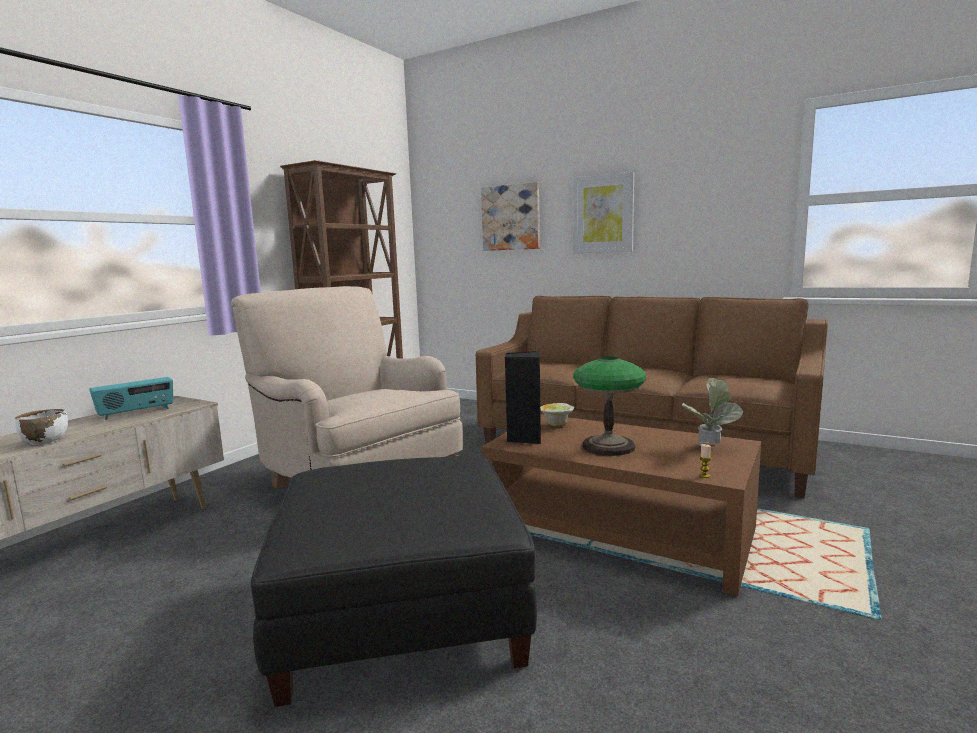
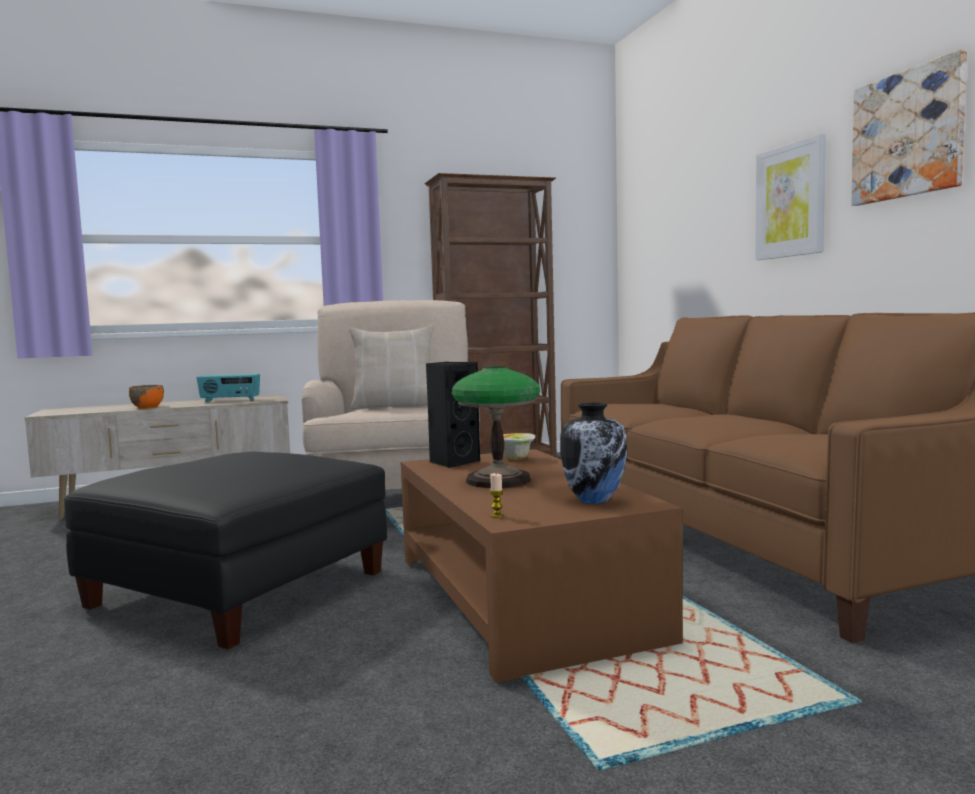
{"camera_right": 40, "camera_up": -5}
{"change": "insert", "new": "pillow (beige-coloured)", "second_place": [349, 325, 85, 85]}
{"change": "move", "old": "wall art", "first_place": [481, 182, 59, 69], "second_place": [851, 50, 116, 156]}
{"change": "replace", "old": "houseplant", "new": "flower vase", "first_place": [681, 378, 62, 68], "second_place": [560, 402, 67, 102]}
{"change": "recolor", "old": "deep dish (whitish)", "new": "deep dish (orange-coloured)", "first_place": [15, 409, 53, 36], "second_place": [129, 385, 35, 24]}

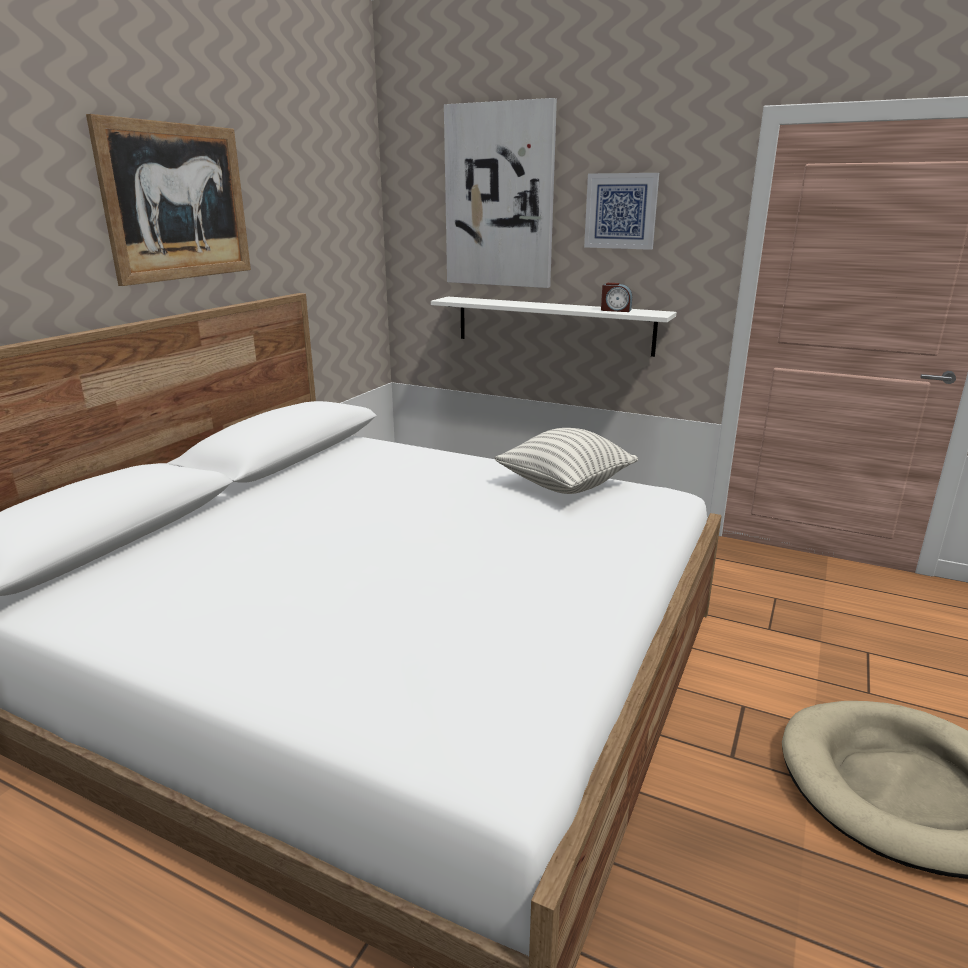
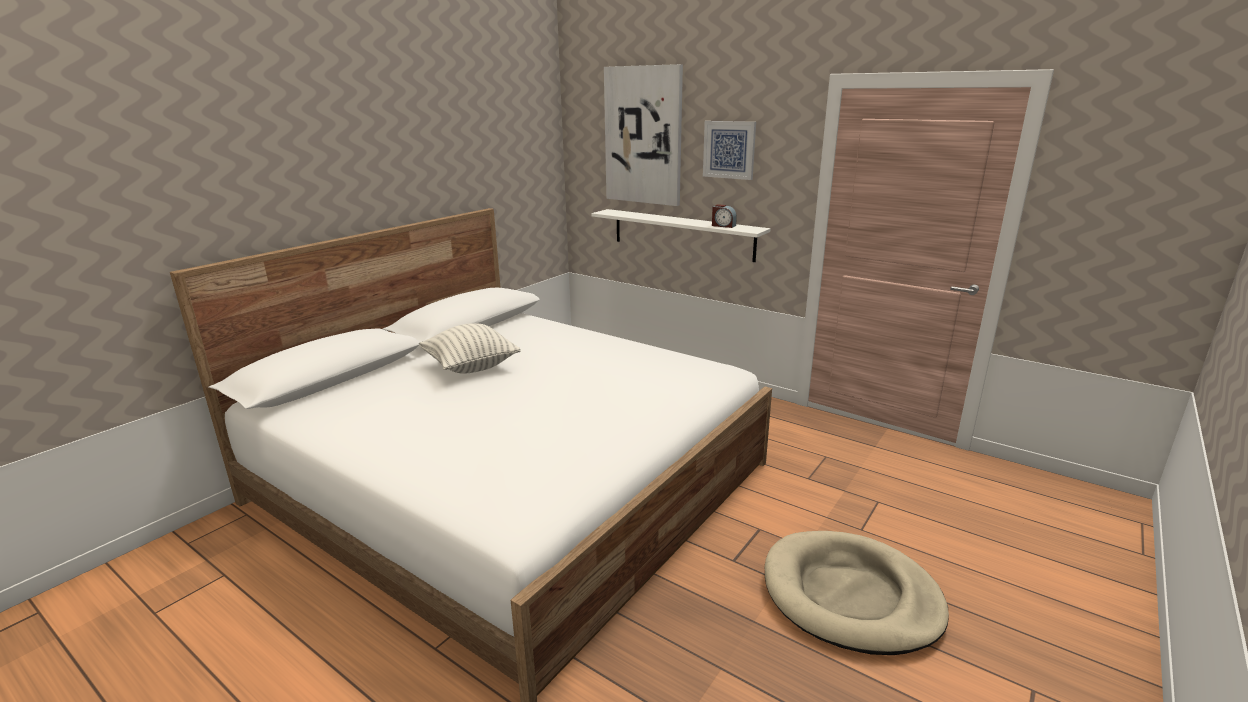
{"camera_right": 10, "camera_up": 0}
{"change": "delete", "old": "wall art", "first_place": [86, 114, 165, 172]}
{"change": "move", "old": "pillow", "first_place": [495, 428, 143, 66], "second_place": [419, 323, 102, 51]}

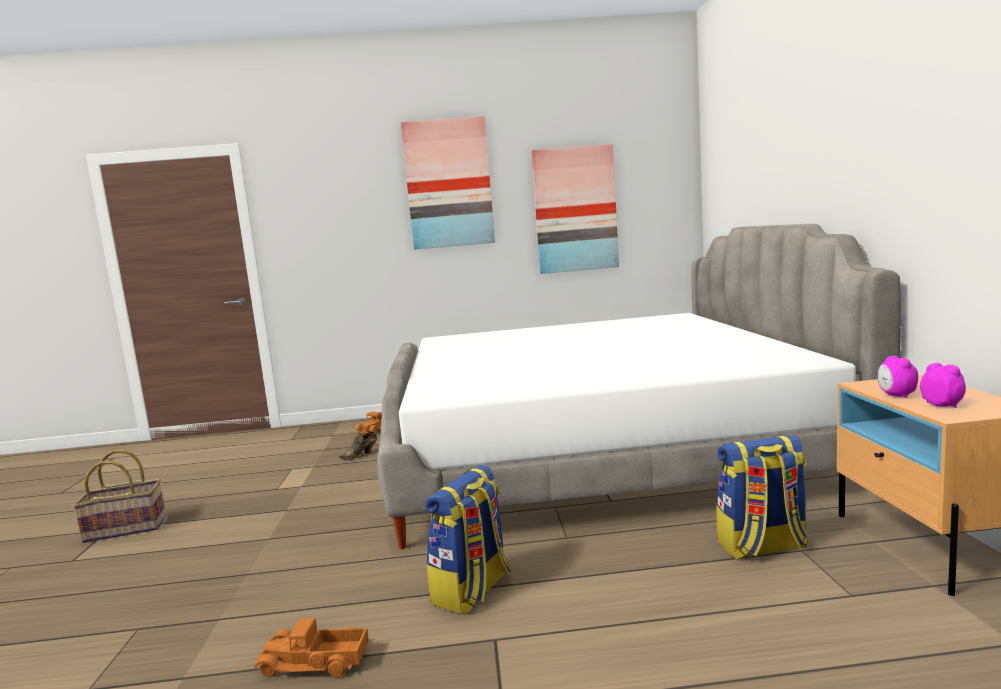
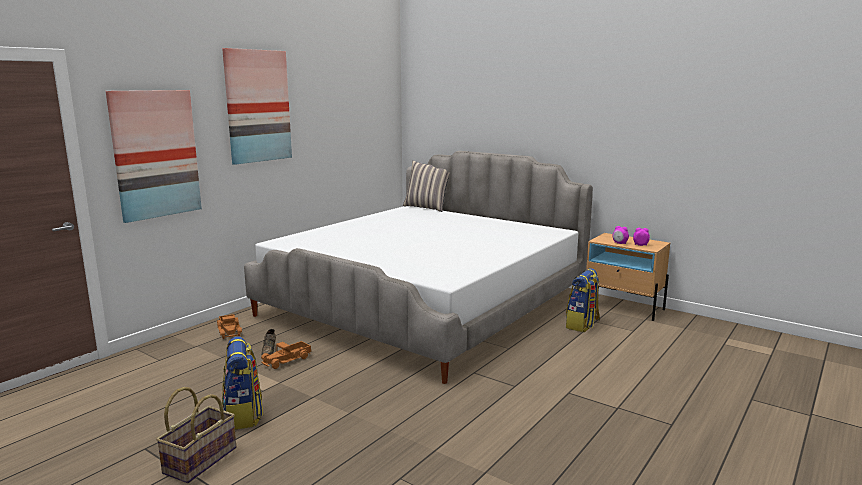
{"camera_right": -50, "camera_up": 5}
{"change": "insert", "new": "pillow", "second_place": [403, 161, 47, 51]}
{"change": "move", "old": "model truck", "first_place": [255, 618, 114, 59], "second_place": [261, 341, 50, 28]}
{"change": "move", "old": "rucksack", "first_place": [425, 465, 85, 149], "second_place": [222, 337, 41, 93]}
{"change": "move", "old": "wall art", "first_place": [531, 144, 88, 130], "second_place": [106, 90, 96, 133]}

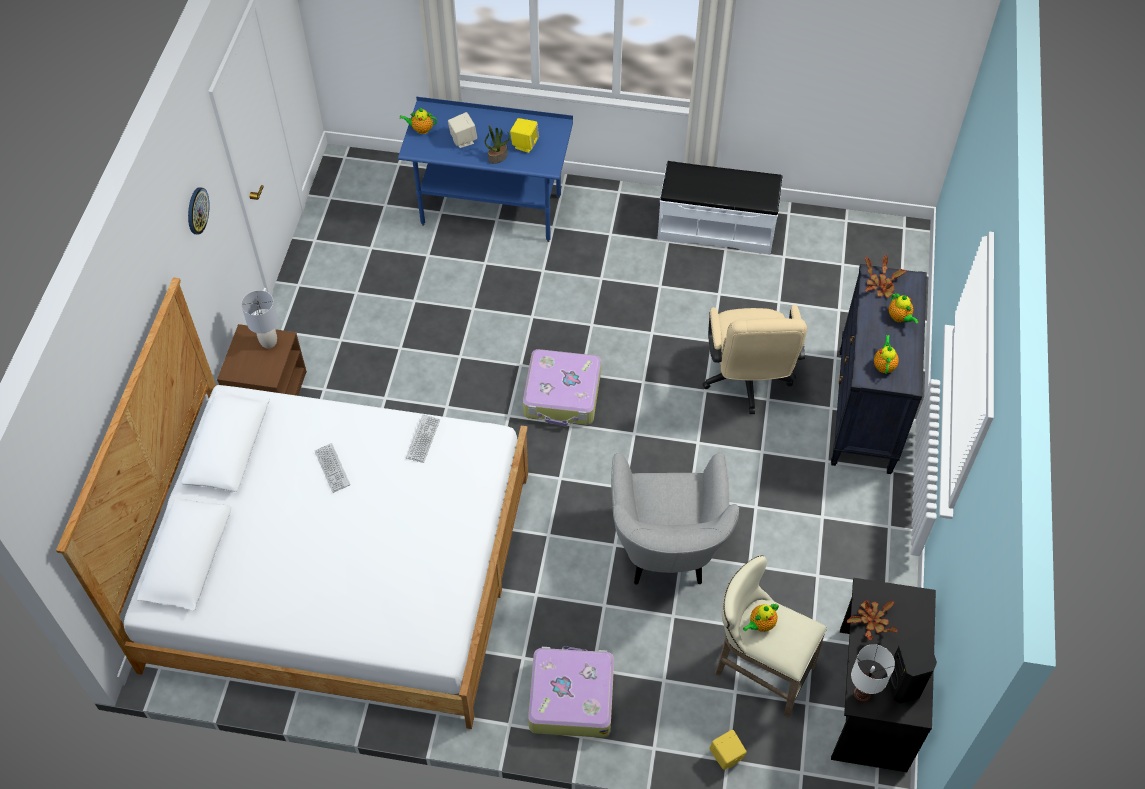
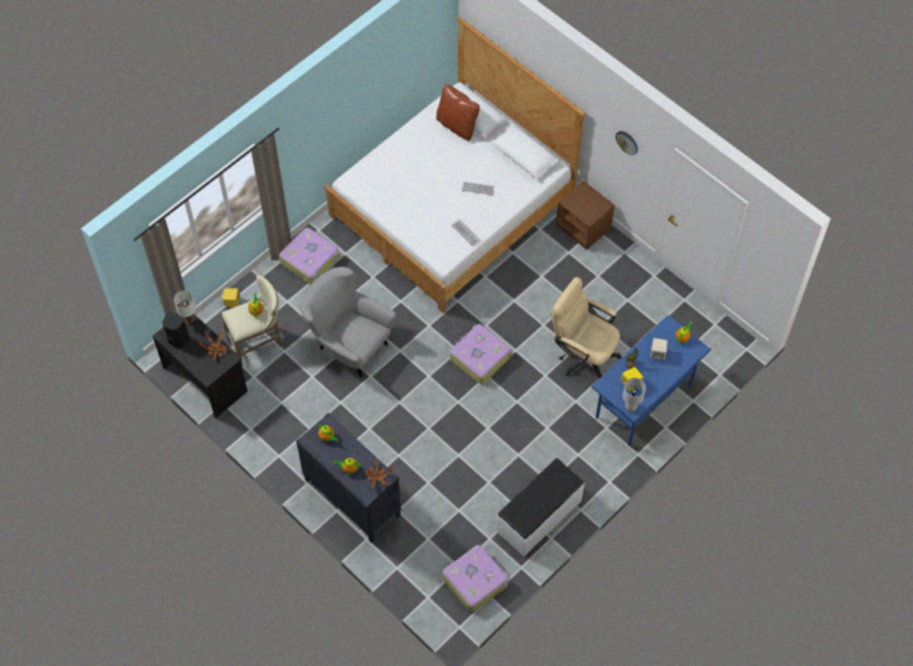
{"camera_right": 125, "camera_up": 5}
{"change": "insert", "new": "pillow (brownish)", "second_place": [436, 84, 44, 57]}
{"change": "insert", "new": "travel case", "second_place": [443, 545, 65, 67]}
{"change": "move", "old": "tabletop lamp (gray)", "first_place": [241, 290, 38, 59], "second_place": [623, 378, 23, 34]}
{"change": "move", "old": "office chair (beige-coloured)", "first_place": [702, 305, 105, 109], "second_place": [551, 277, 71, 101]}

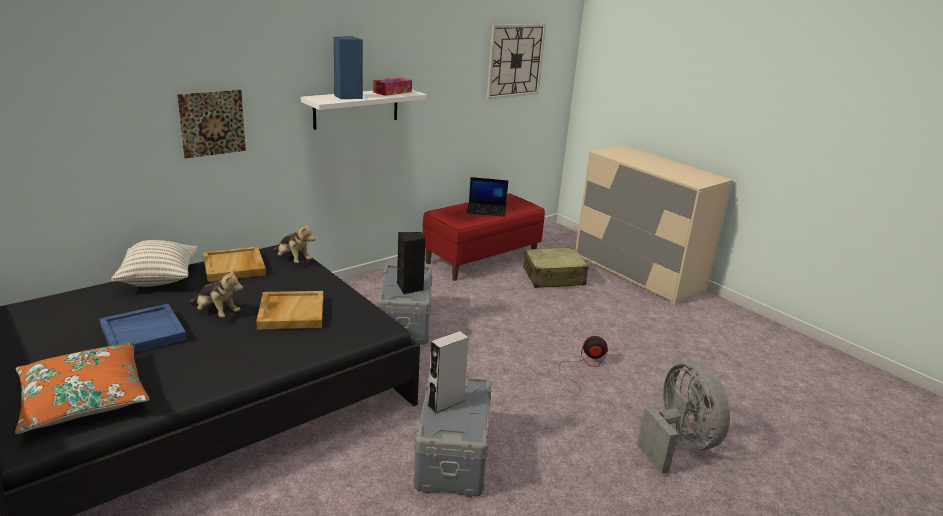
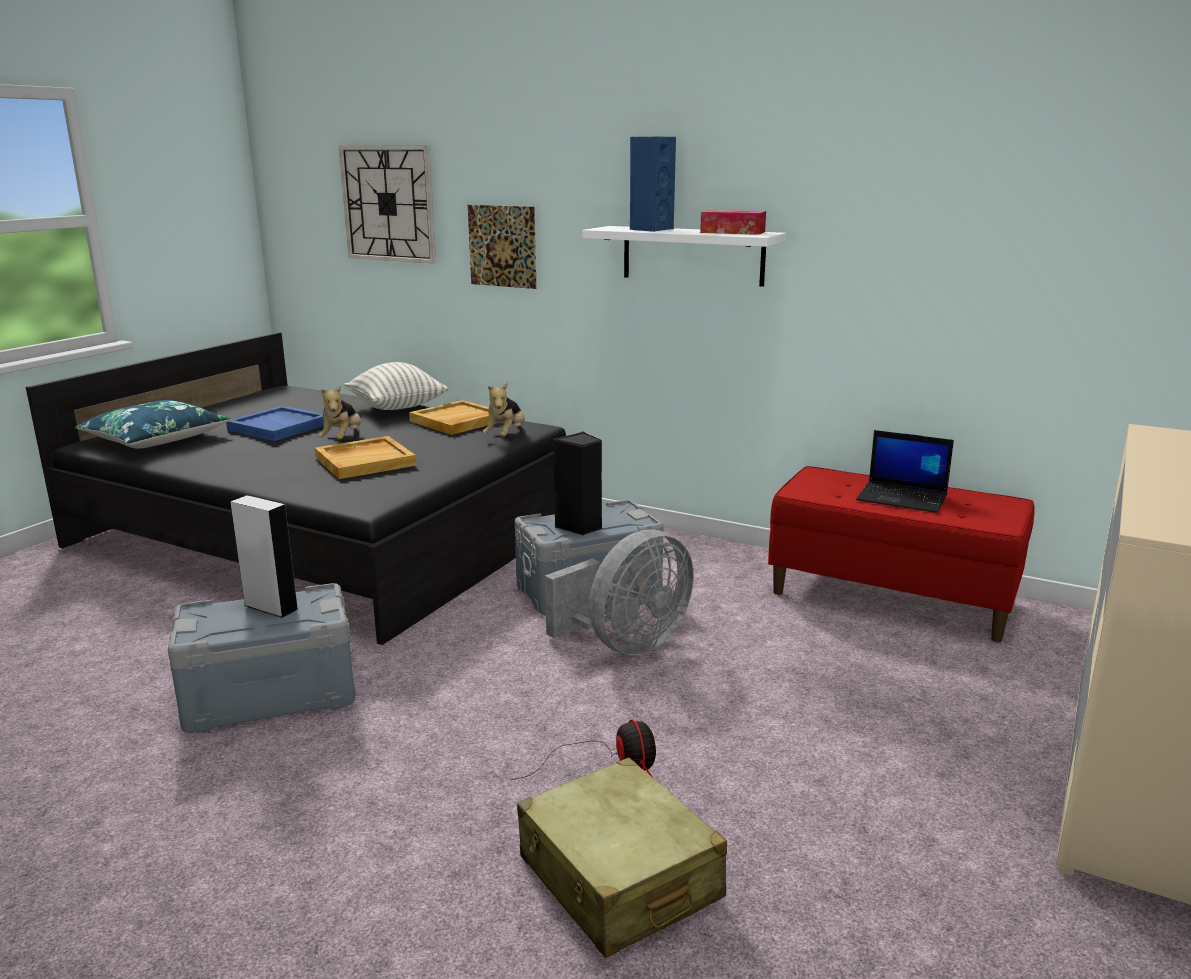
{"camera_right": 70, "camera_up": -5}
{"change": "move", "old": "wall clock", "first_place": [486, 24, 60, 75], "second_place": [339, 145, 97, 118]}
{"change": "move", "old": "travel case (beige-coloured)", "first_place": [523, 247, 65, 41], "second_place": [517, 757, 210, 201]}
{"change": "move", "old": "fan (gray)", "first_place": [637, 361, 93, 113], "second_place": [545, 530, 149, 125]}
{"change": "recolor", "old": "pillow (orange-coloured)", "new": "pillow (bluish)", "first_place": [15, 342, 134, 92], "second_place": [75, 400, 156, 49]}
{"change": "rotate", "old": "portable computer", "first_place": [467, 177, 41, 40], "second_place": [856, 430, 98, 83], "degrees": -45}

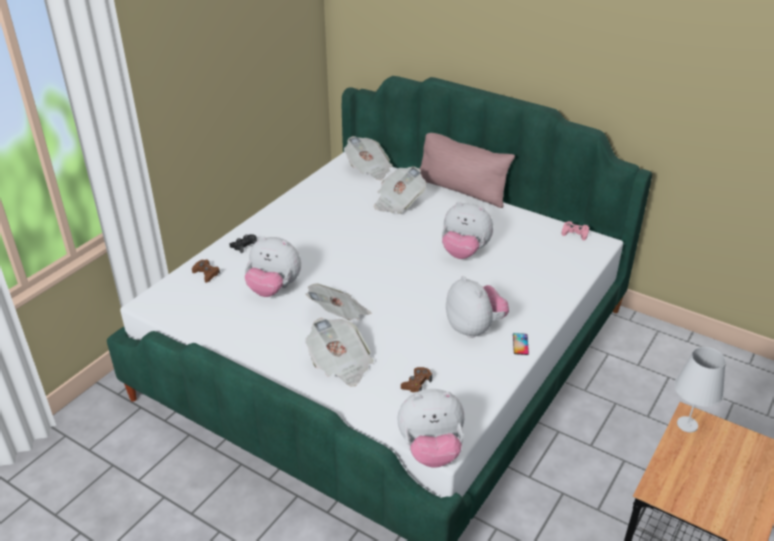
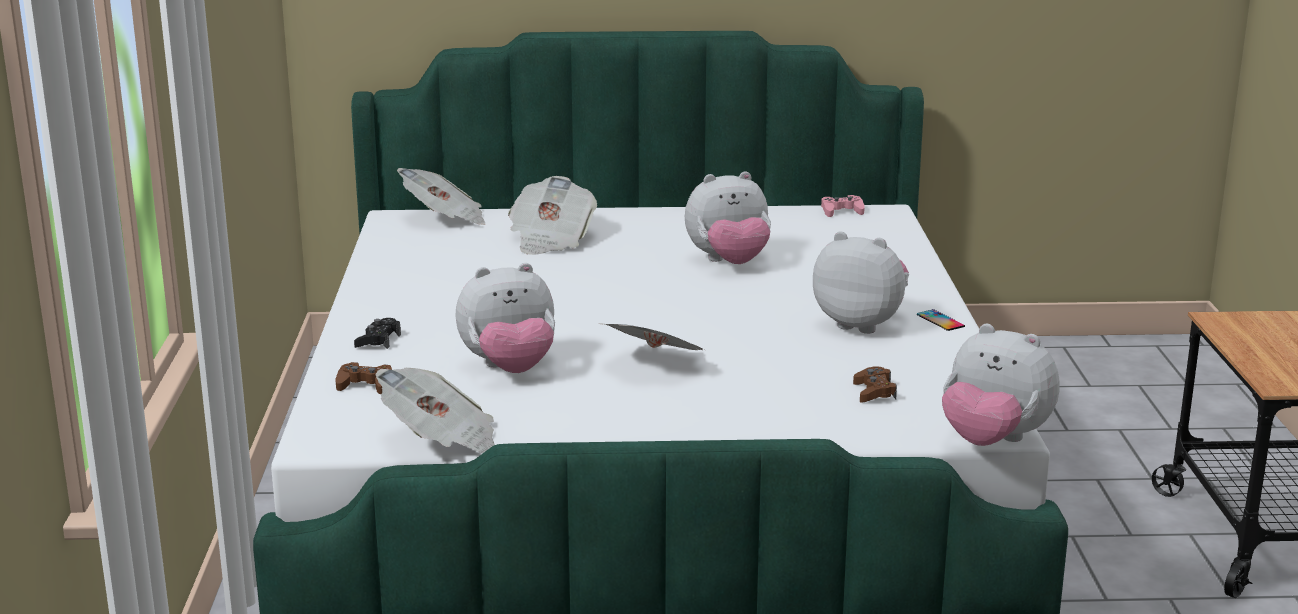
{"camera_right": -35, "camera_up": -15}
{"change": "delete", "old": "pillow (pink-coloured)", "first_place": [420, 133, 95, 75]}
{"change": "delete", "old": "tabletop lamp (whitish)", "first_place": [674, 347, 52, 85]}
{"change": "move", "old": "daily paper", "first_place": [305, 318, 69, 69], "second_place": [376, 368, 119, 85]}
{"change": "rotate", "old": "cuddly toy", "first_place": [398, 389, 66, 79], "second_place": [942, 324, 117, 122], "degrees": 75}

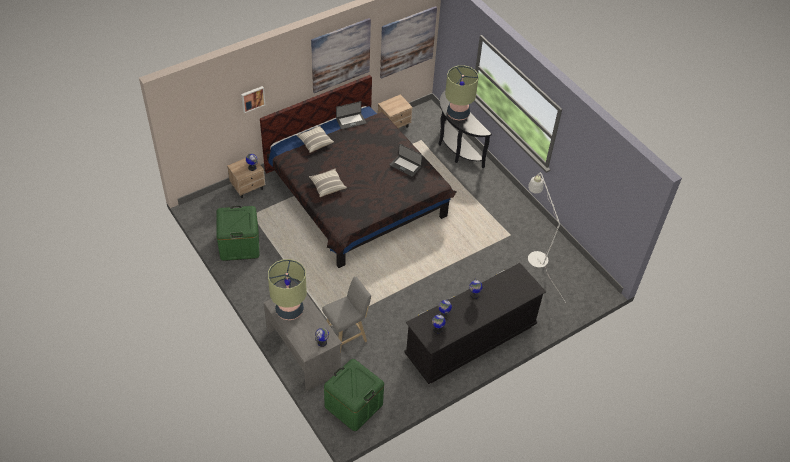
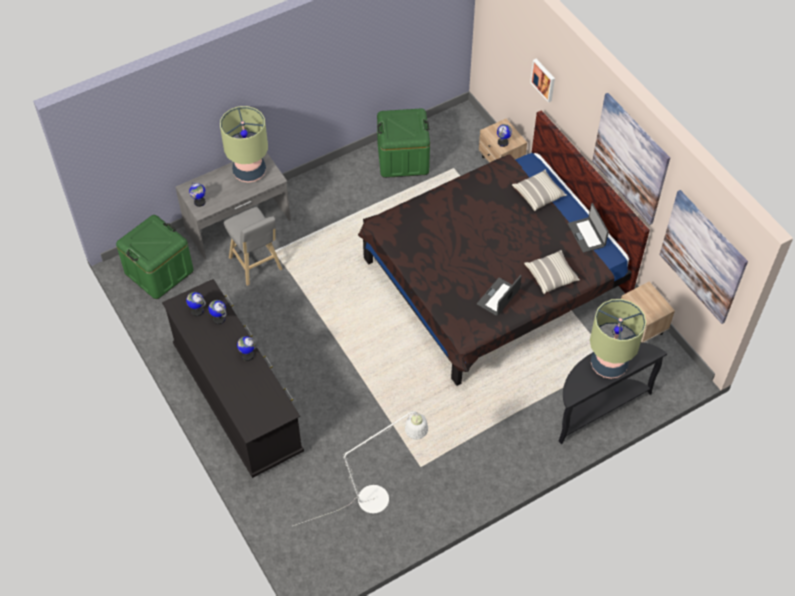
{"camera_right": 95, "camera_up": 5}
{"change": "move", "old": "pillow", "first_place": [309, 169, 38, 28], "second_place": [524, 250, 56, 44]}

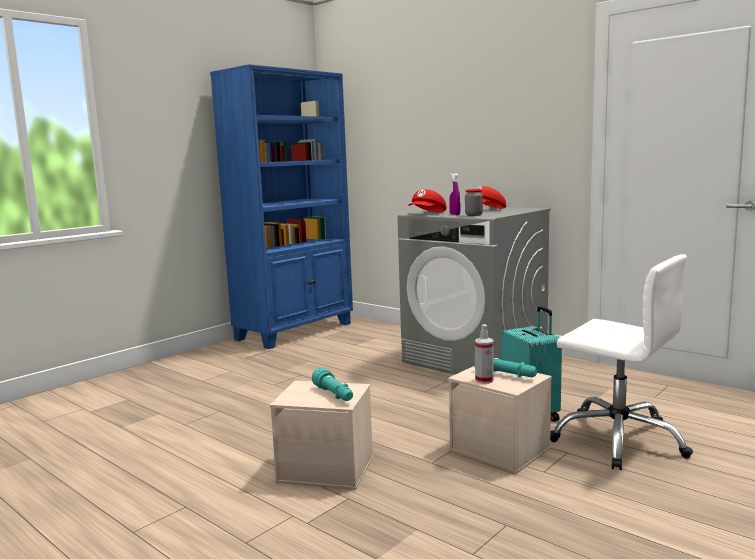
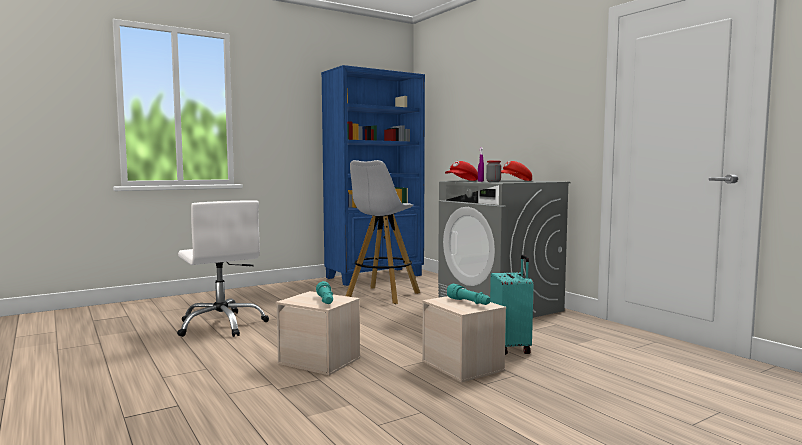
{"camera_right": 15, "camera_up": -5}
{"change": "delete", "old": "hand sprayer", "first_place": [475, 324, 19, 60]}
{"change": "insert", "new": "stool (whitish)", "second_place": [346, 160, 74, 144]}
{"change": "move", "old": "office chair (whitish)", "first_place": [550, 254, 143, 216], "second_place": [177, 200, 92, 137]}

